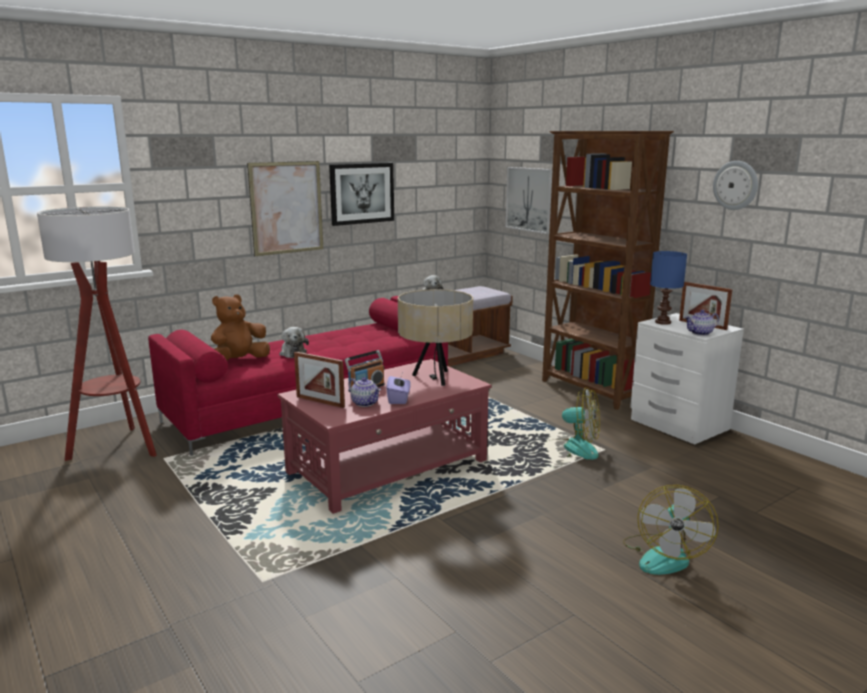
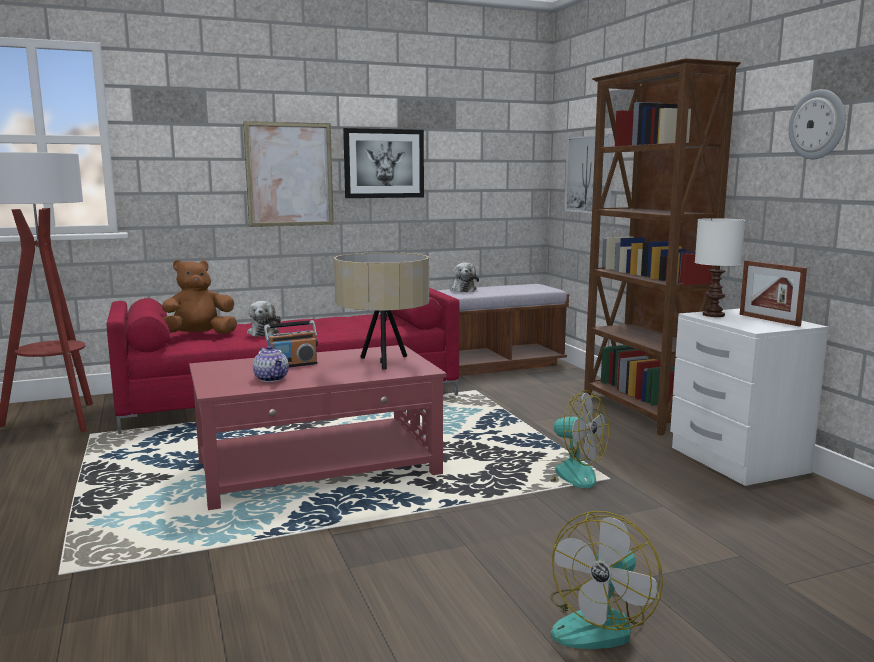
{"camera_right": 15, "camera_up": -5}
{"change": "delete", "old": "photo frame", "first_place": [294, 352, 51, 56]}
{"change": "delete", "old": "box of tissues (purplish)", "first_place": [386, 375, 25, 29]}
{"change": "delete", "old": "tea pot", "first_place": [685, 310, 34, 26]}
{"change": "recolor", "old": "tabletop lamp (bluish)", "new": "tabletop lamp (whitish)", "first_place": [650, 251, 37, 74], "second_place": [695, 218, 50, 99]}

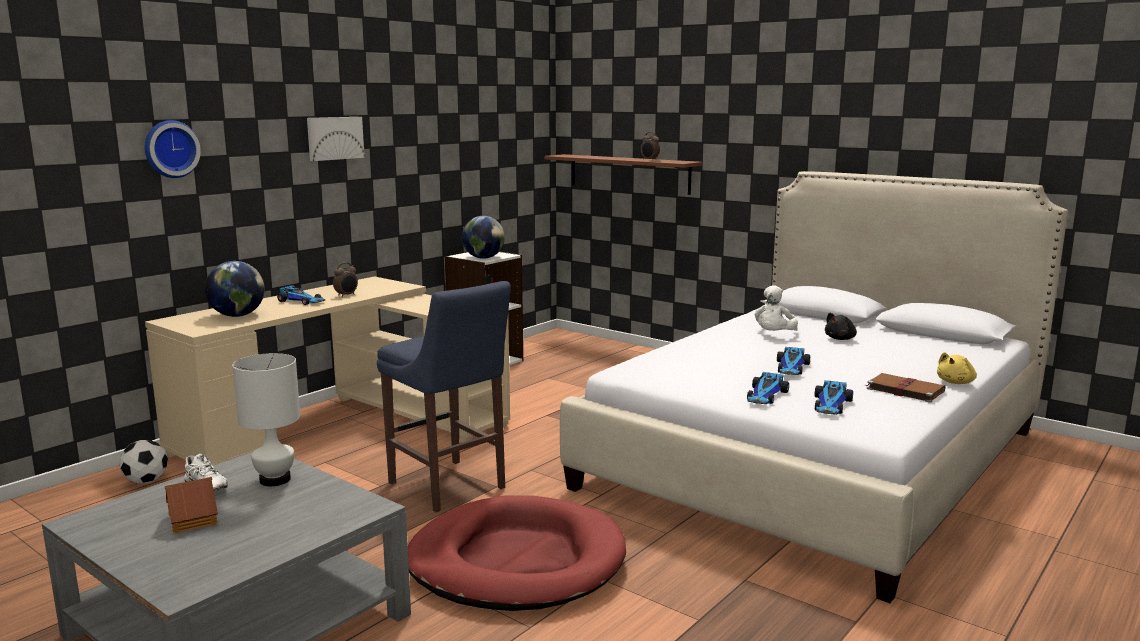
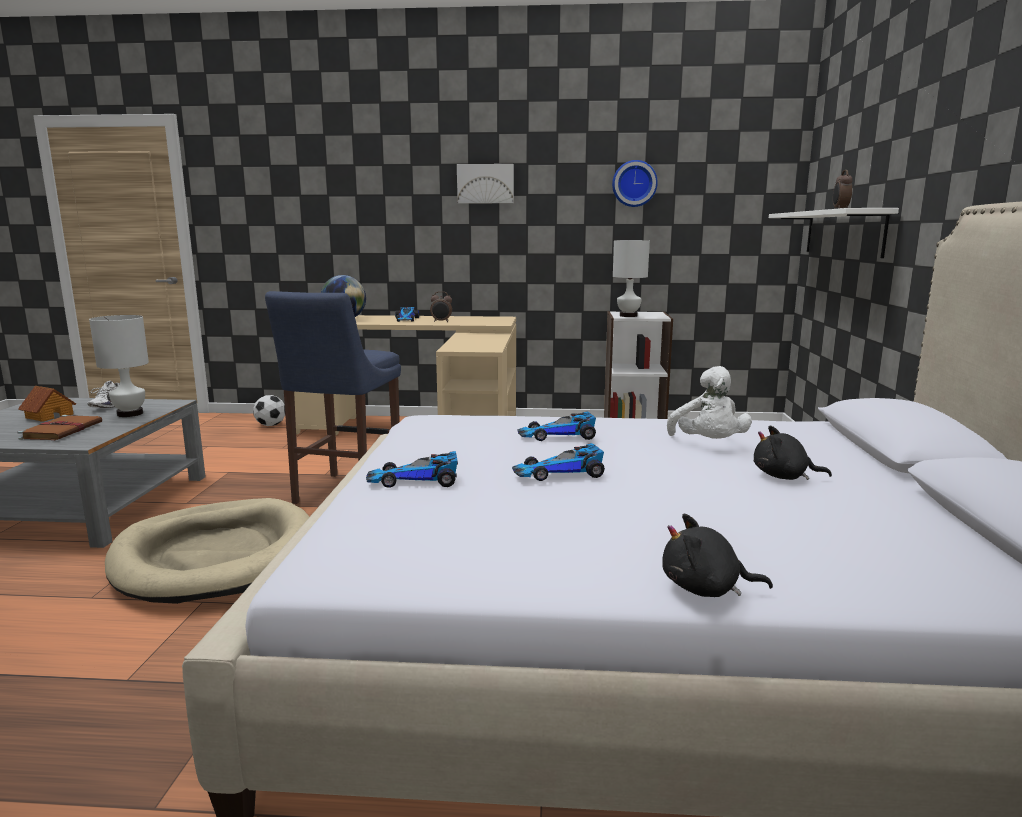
{"camera_right": 55, "camera_up": 0}
{"change": "move", "old": "wall clock", "first_place": [145, 120, 56, 58], "second_place": [612, 160, 46, 47]}
{"change": "move", "old": "toy car", "first_place": [814, 380, 39, 35], "second_place": [517, 411, 79, 30]}
{"change": "move", "old": "bound book (brownish)", "first_place": [866, 373, 79, 30], "second_place": [18, 415, 84, 25]}
{"change": "replace", "old": "globe", "new": "tabletop lamp (whitish)", "first_place": [462, 216, 43, 43], "second_place": [613, 240, 37, 77]}
{"change": "recolor", "old": "pet bed (reddish)", "new": "pet bed (beige-coloured)", "first_place": [408, 495, 218, 116], "second_place": [105, 498, 204, 106]}
{"change": "recolor", "old": "bracket shelf (brownish)", "new": "bracket shelf (whitish)", "first_place": [544, 154, 159, 41], "second_place": [769, 208, 130, 50]}
{"change": "recolor", "old": "cuddly toy (yellow)", "new": "cuddly toy (blackish)", "first_place": [937, 352, 40, 32], "second_place": [662, 514, 111, 83]}
{"change": "rotate", "old": "cuddly toy (whitish)", "first_place": [755, 285, 43, 46], "second_place": [667, 366, 85, 73], "degrees": -90}

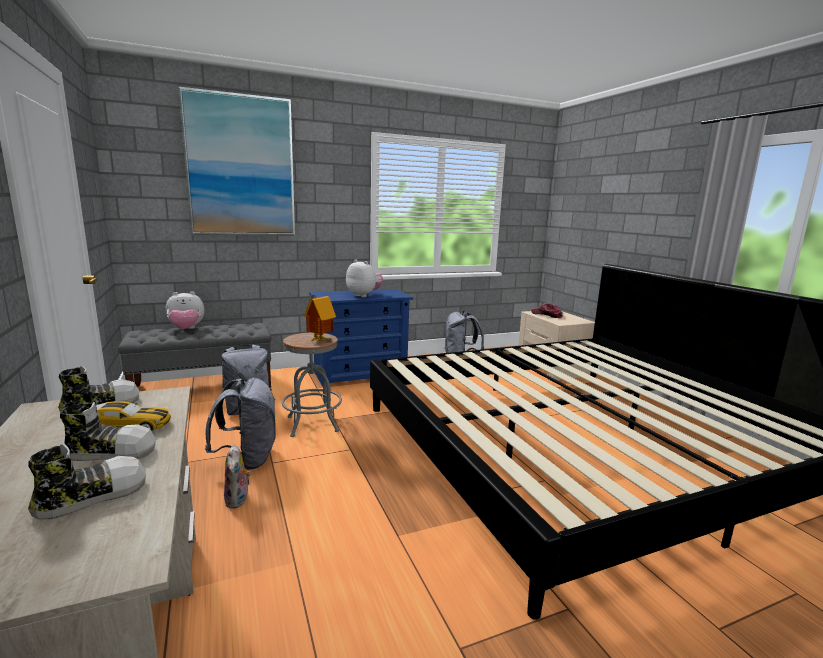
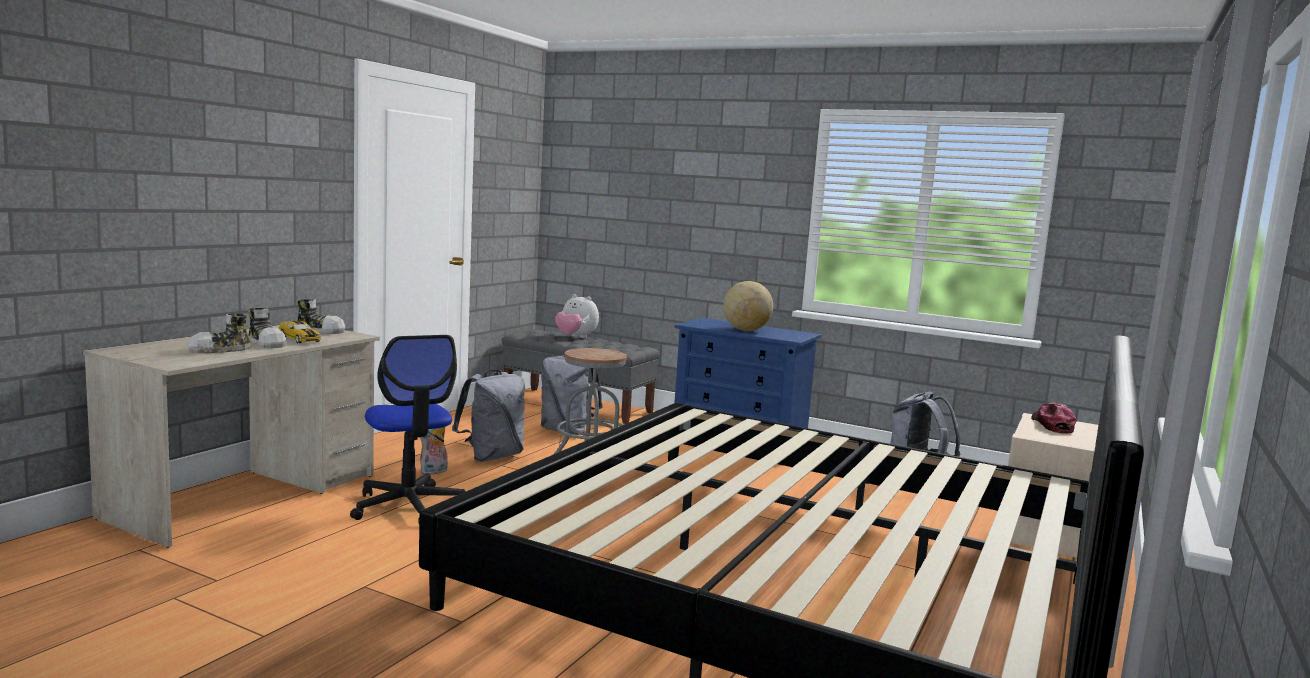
{"camera_right": 50, "camera_up": -5}
{"change": "delete", "old": "wall art", "first_place": [178, 87, 117, 148]}
{"change": "delete", "old": "toy house", "first_place": [304, 295, 32, 49]}
{"change": "insert", "new": "office chair", "second_place": [350, 335, 116, 187]}
{"change": "replace", "old": "cuddly toy", "new": "globe", "first_place": [346, 260, 37, 37], "second_place": [723, 281, 50, 50]}
{"change": "rotate", "old": "item of footwear", "first_place": [28, 444, 118, 76], "second_place": [188, 314, 63, 40], "degrees": 135}

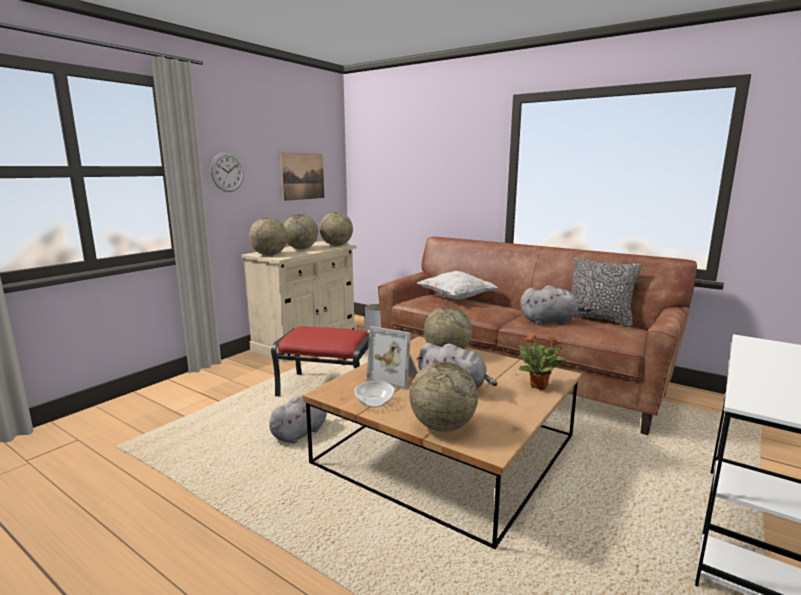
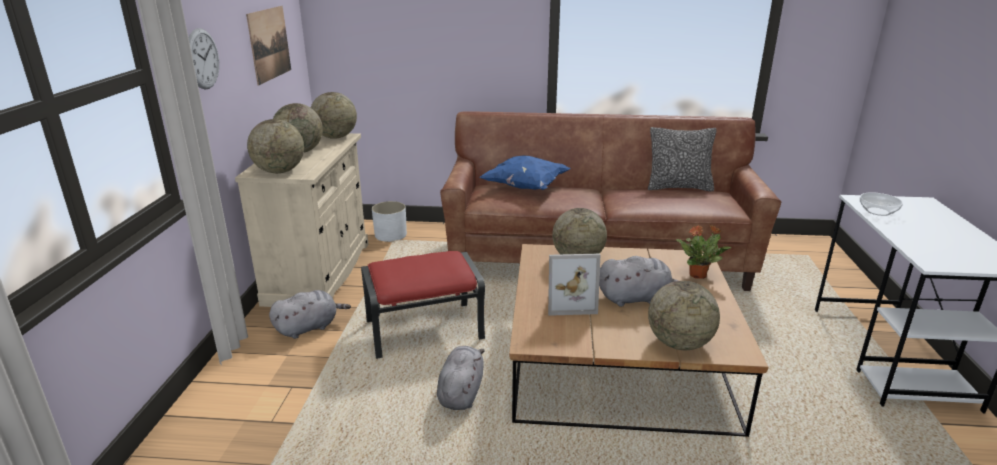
{"camera_right": -30, "camera_up": 10}
{"change": "move", "old": "deep dish", "first_place": [355, 381, 39, 27], "second_place": [860, 192, 43, 24]}
{"change": "move", "old": "cuddly toy (gray)", "first_place": [520, 285, 72, 40], "second_place": [269, 290, 82, 49]}
{"change": "recolor", "old": "pillow (whitish)", "new": "pillow (bluish)", "first_place": [417, 271, 82, 28], "second_place": [480, 156, 91, 34]}

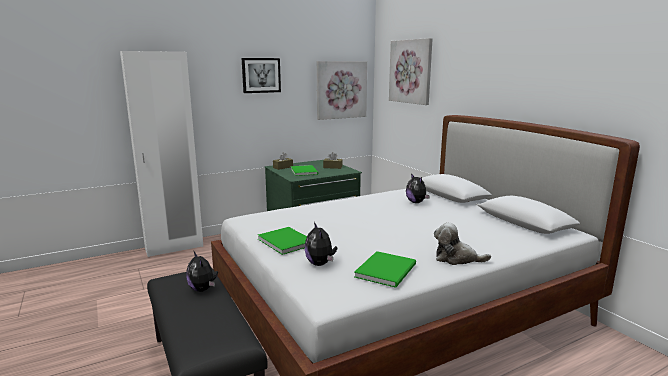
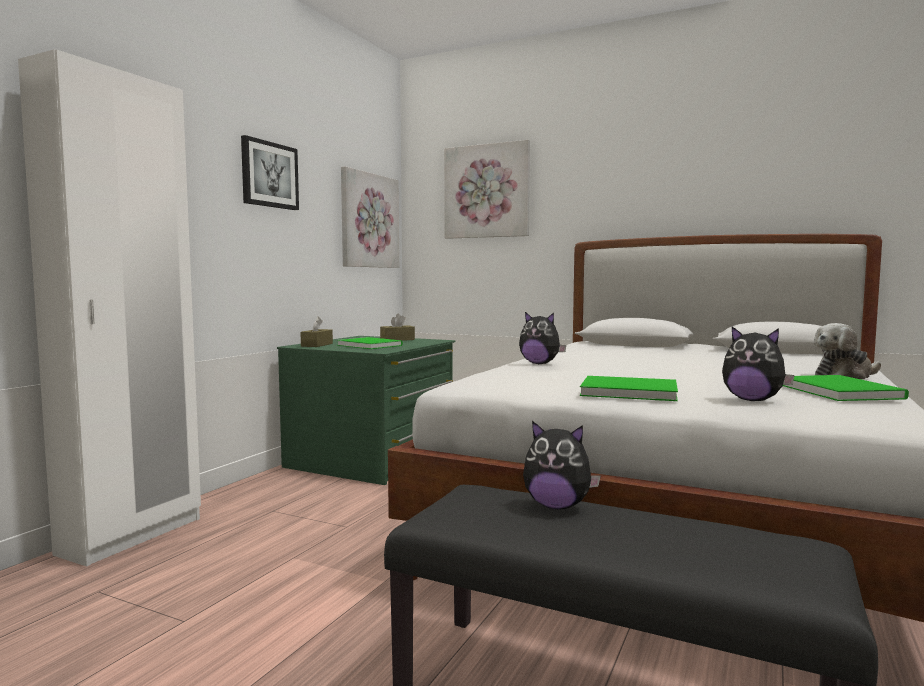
{"camera_right": -35, "camera_up": -10}
{"change": "move", "old": "cuddly toy", "first_place": [406, 173, 24, 30], "second_place": [519, 312, 47, 52]}

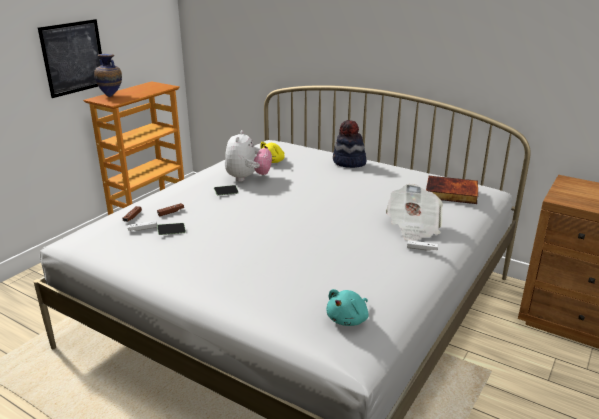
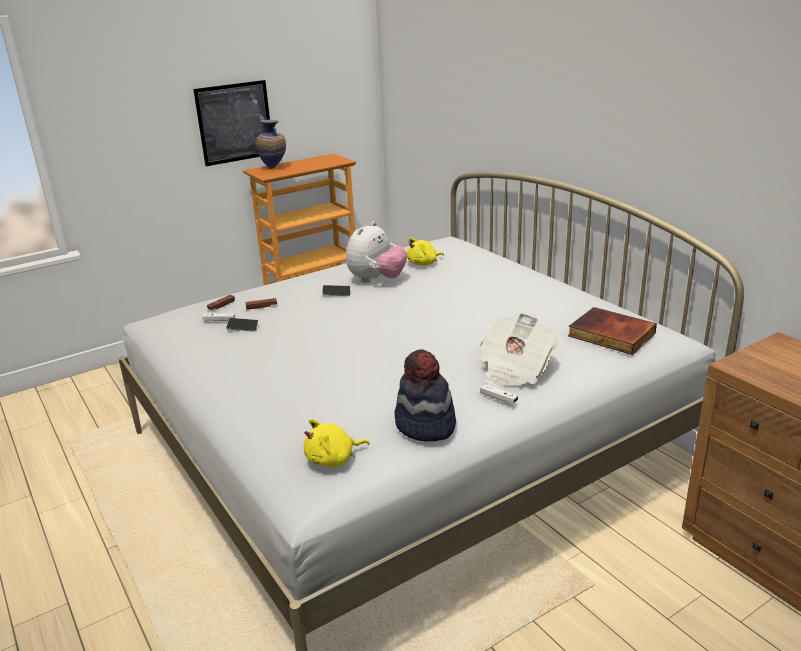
{"camera_right": 25, "camera_up": 0}
{"change": "move", "old": "hat", "first_place": [333, 120, 33, 48], "second_place": [394, 350, 62, 92]}
{"change": "recolor", "old": "cuddly toy (turquoise)", "new": "cuddly toy (yellow)", "first_place": [326, 289, 43, 37], "second_place": [304, 419, 66, 48]}

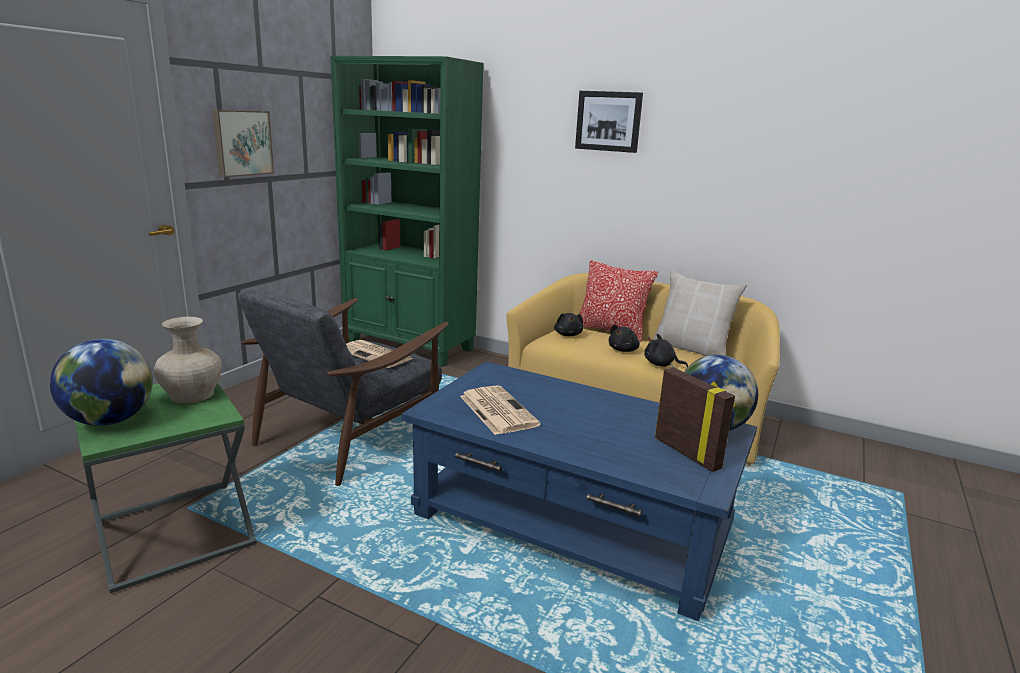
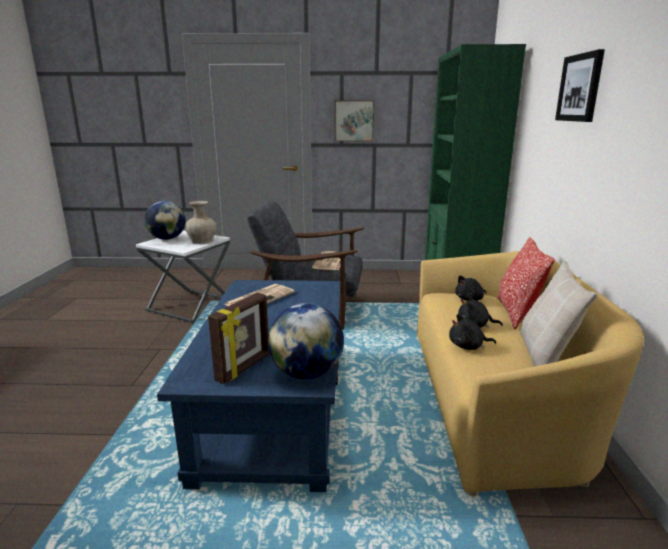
{"camera_right": 65, "camera_up": 0}
{"change": "recolor", "old": "accent table (green)", "new": "accent table (whitish)", "first_place": [74, 383, 183, 210], "second_place": [136, 230, 94, 93]}
{"change": "rotate", "old": "cuddly toy (blackish)", "first_place": [644, 334, 44, 34], "second_place": [449, 314, 47, 36], "degrees": -90}

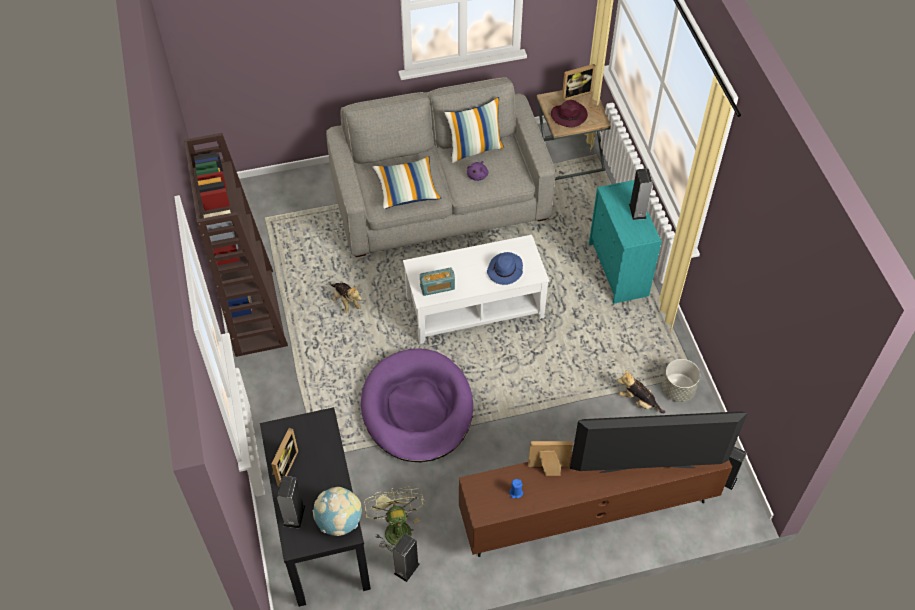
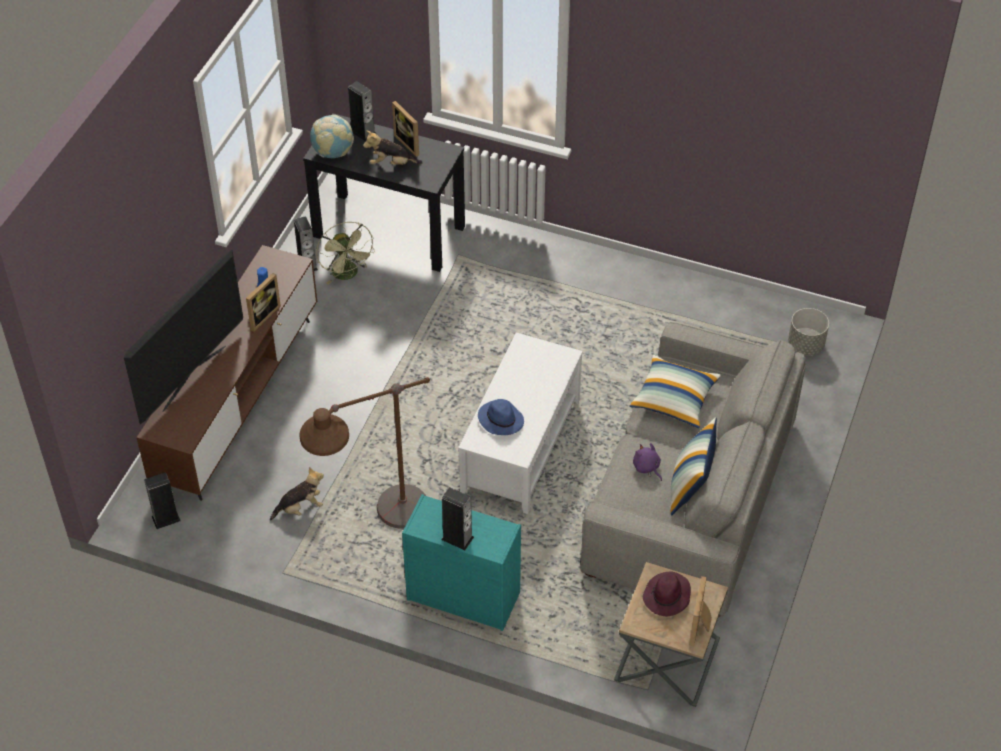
{"camera_right": 125, "camera_up": -5}
{"change": "delete", "old": "bookcase (brownish)", "first_place": [184, 133, 104, 224]}
{"change": "delete", "old": "pet bed (purplish)", "first_place": [361, 348, 112, 114]}
{"change": "delete", "old": "radio", "first_place": [420, 267, 35, 29]}
{"change": "insert", "new": "standard lamp (brownish)", "second_place": [300, 377, 130, 152]}
{"change": "move", "old": "cuddly toy", "first_place": [331, 283, 31, 30], "second_place": [363, 130, 60, 35]}
{"change": "move", "old": "planter (gray)", "first_place": [662, 359, 38, 43], "second_place": [788, 308, 41, 47]}
{"change": "rotate", "old": "fan (green)", "first_place": [364, 486, 61, 68], "second_place": [316, 222, 59, 62], "degrees": 45}

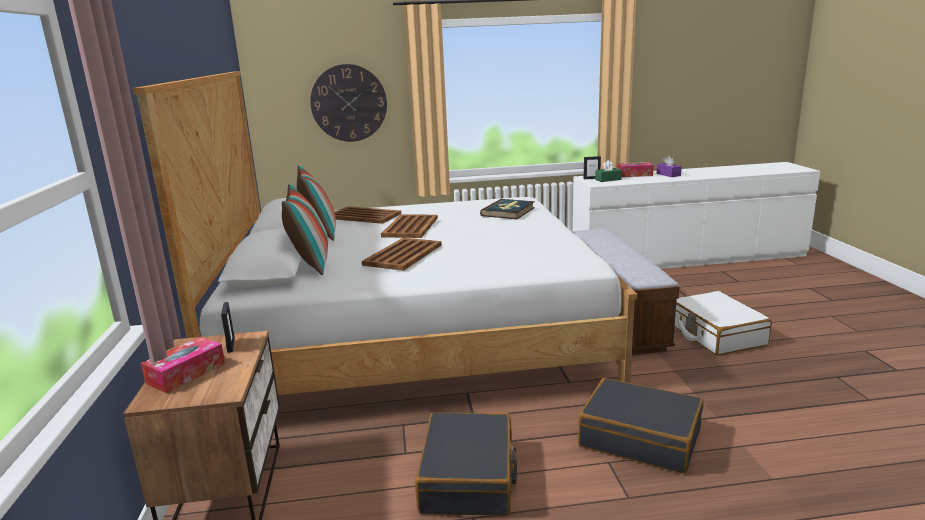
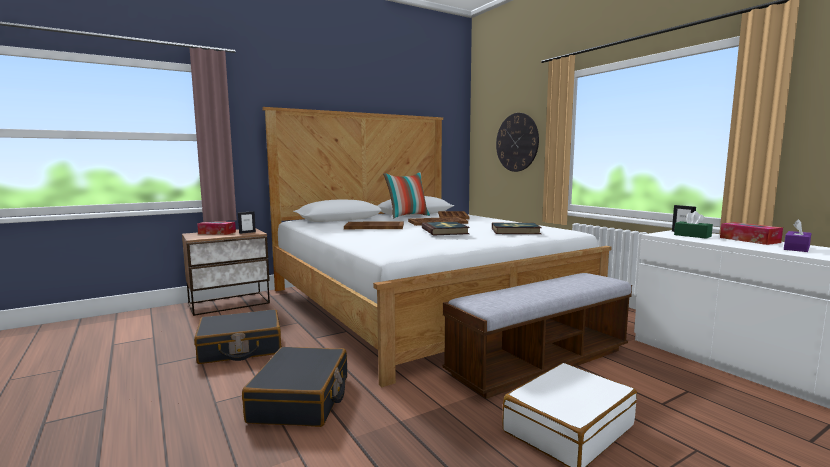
{"camera_right": 65, "camera_up": -10}
{"change": "delete", "old": "pillow", "first_place": [282, 183, 46, 92]}
{"change": "insert", "new": "bound book", "second_place": [422, 221, 48, 15]}

